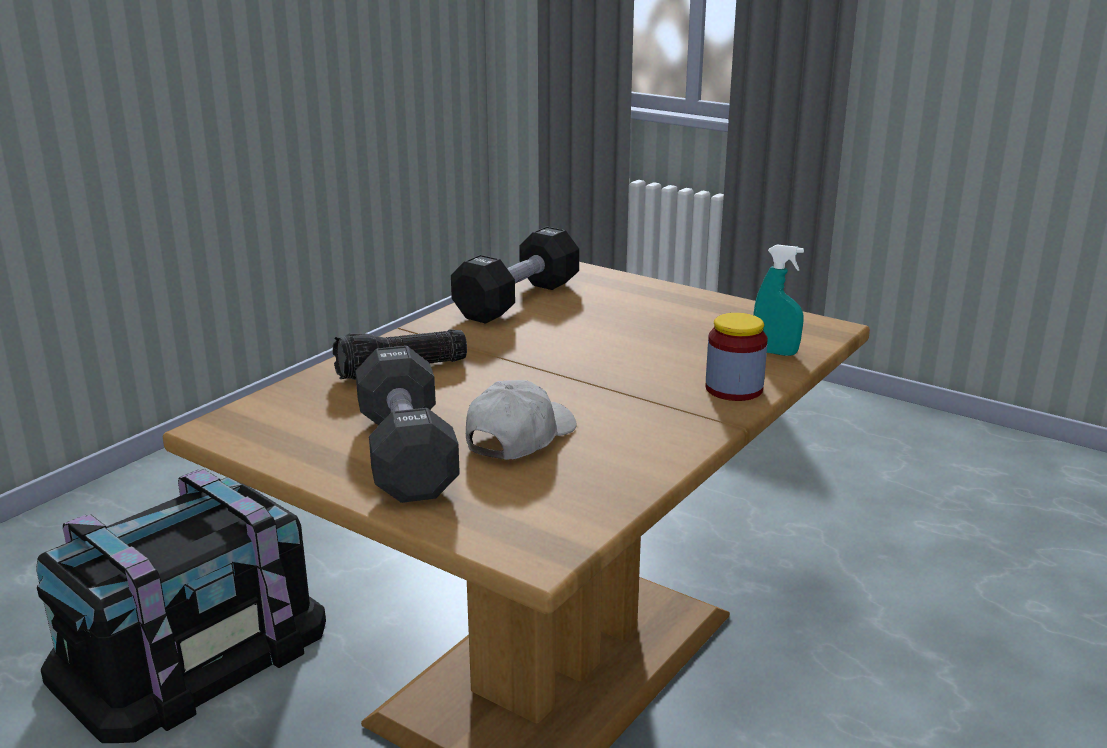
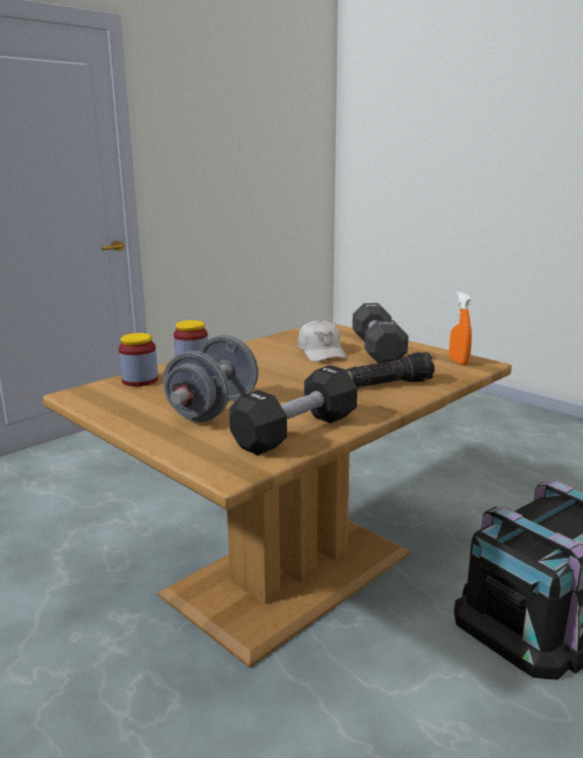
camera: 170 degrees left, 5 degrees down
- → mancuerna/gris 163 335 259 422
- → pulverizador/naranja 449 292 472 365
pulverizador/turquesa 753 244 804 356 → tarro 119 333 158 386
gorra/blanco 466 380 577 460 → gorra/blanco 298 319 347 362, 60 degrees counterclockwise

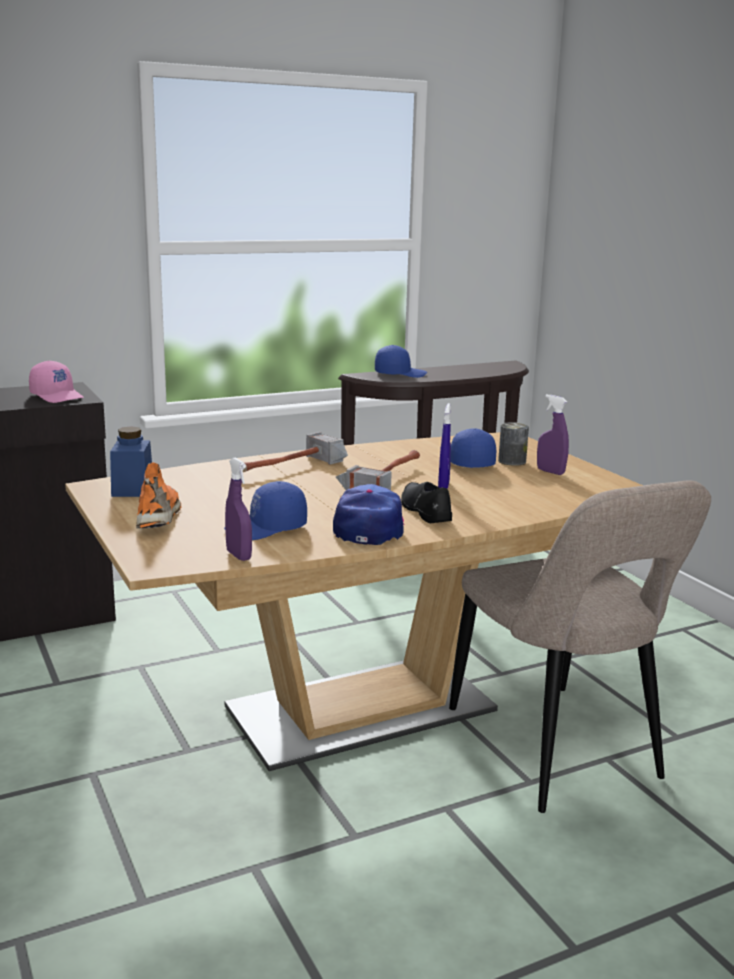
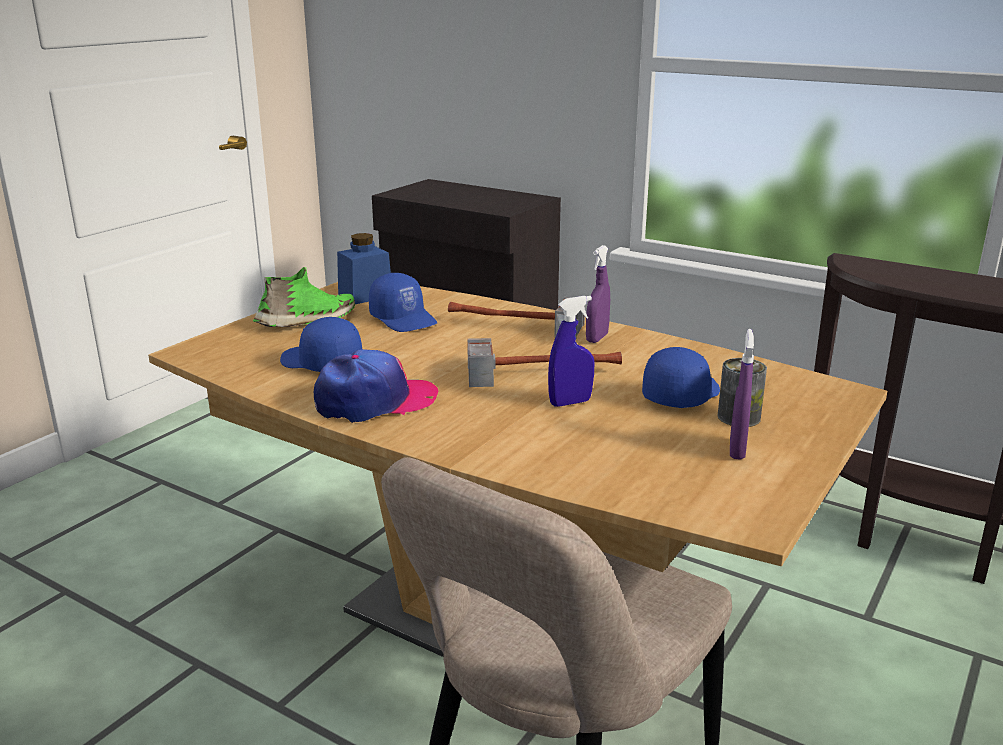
camera: 60 degrees right, 5 degrees up
gorra/rosa 29 360 84 403 → -
zapato/negro 401 482 452 523 → -
pulverizador/morado 225 458 252 561 → pulverizador/morado 586 245 610 343, shifted
gorra/azul 375 345 427 378 → gorra/azul 369 273 437 332, shifted
zapato/naranja 136 462 181 528 → zapato/verde 253 267 355 327

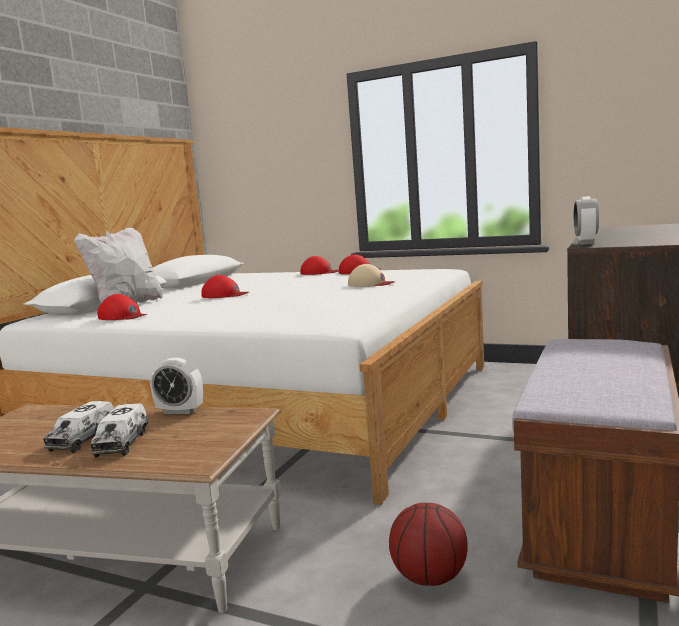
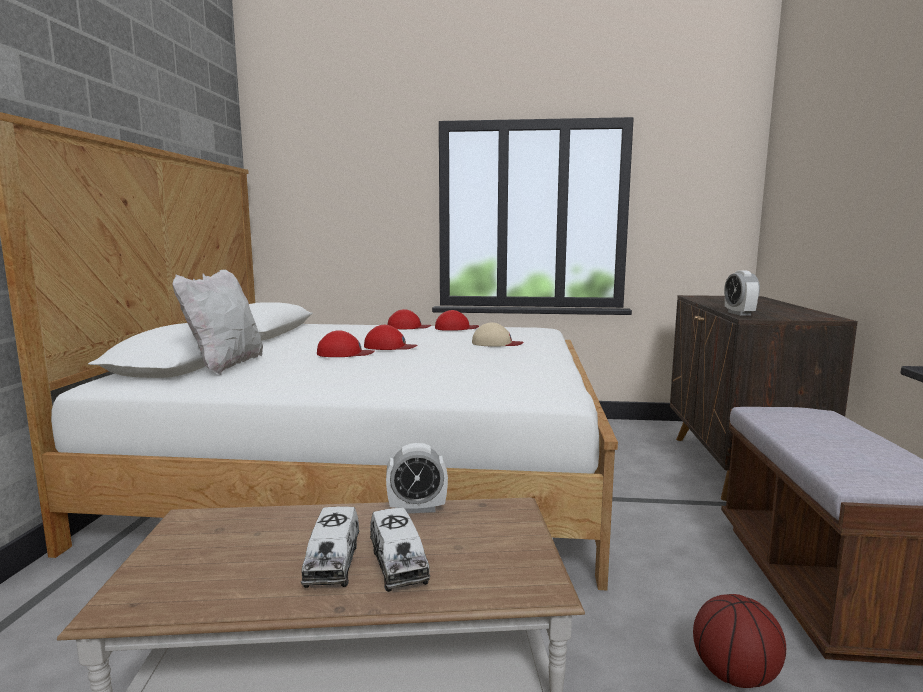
camera: 20 degrees left, 0 degrees up
gorra/rojo 97 294 147 320 → gorra/rojo 364 325 418 350, shifted

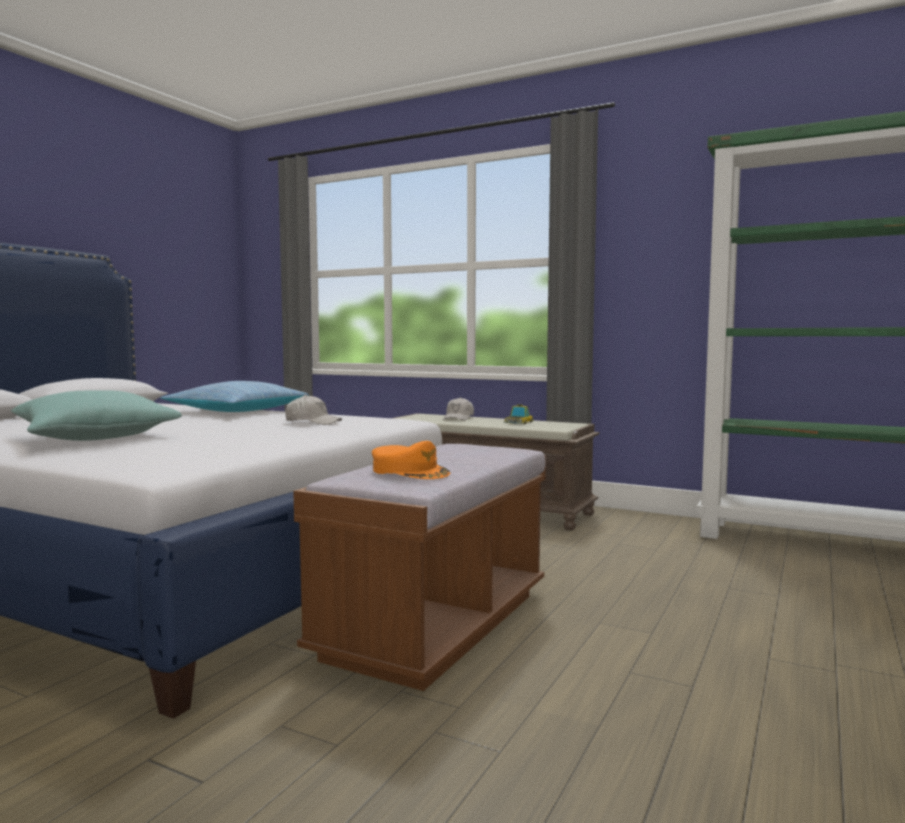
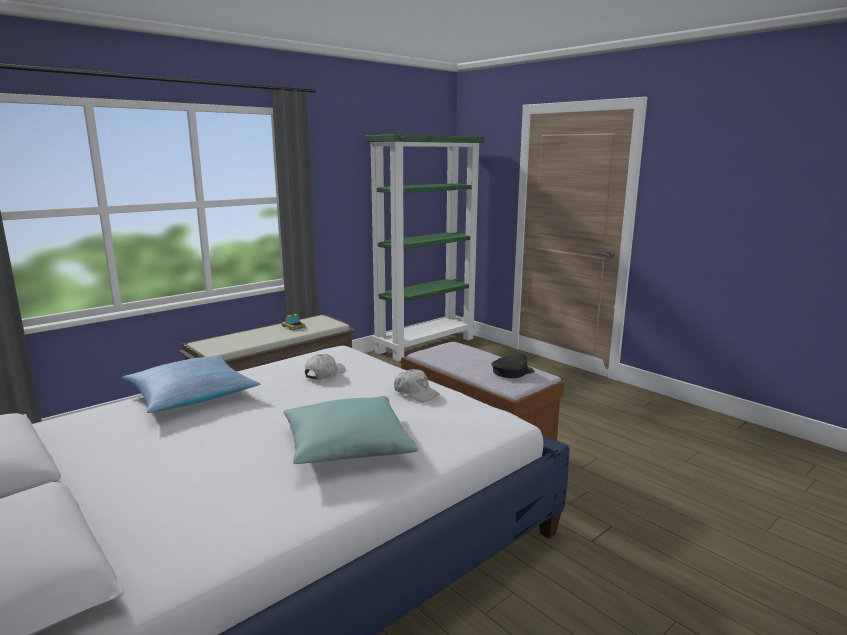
camera: 70 degrees left, 10 degrees up
gorra/blanco 443 397 474 420 → gorra/blanco 394 369 440 402, shifted
gorra/naranja 372 441 450 479 → gorra/negro 491 353 535 378

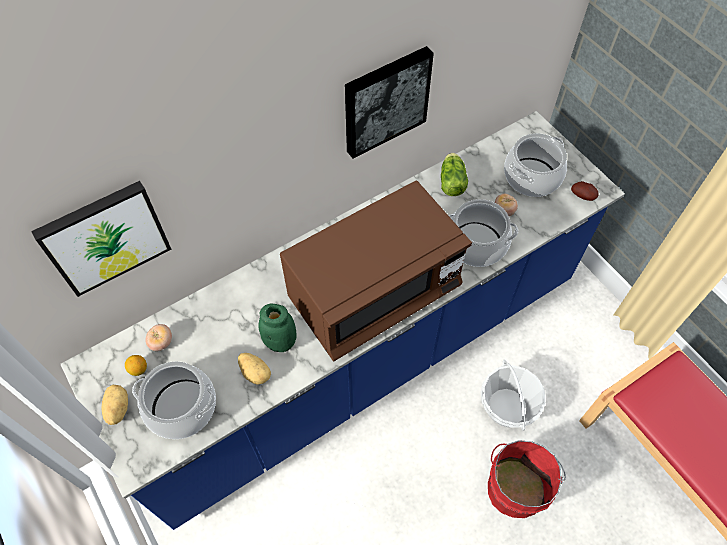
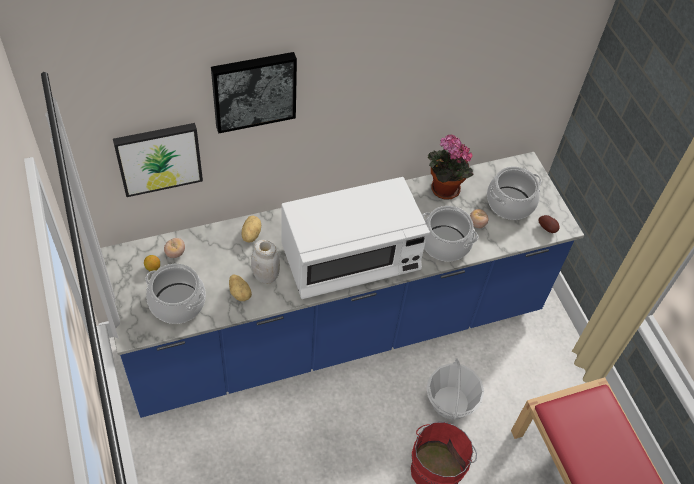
camera: 10 degrees right, 5 degrees down
patata 101 385 128 425 → patata 242 215 261 243, shifted
cuadro 345 46 434 159 → cuadro 211 52 297 134, shifted
lechuga 441 153 468 196 → planta en maceta 427 135 474 199
tarro/verde 258 304 297 352 → tarro/blanco 251 240 280 284
microondas/marrón 280 180 472 362 → microondas/blanco 281 177 430 299

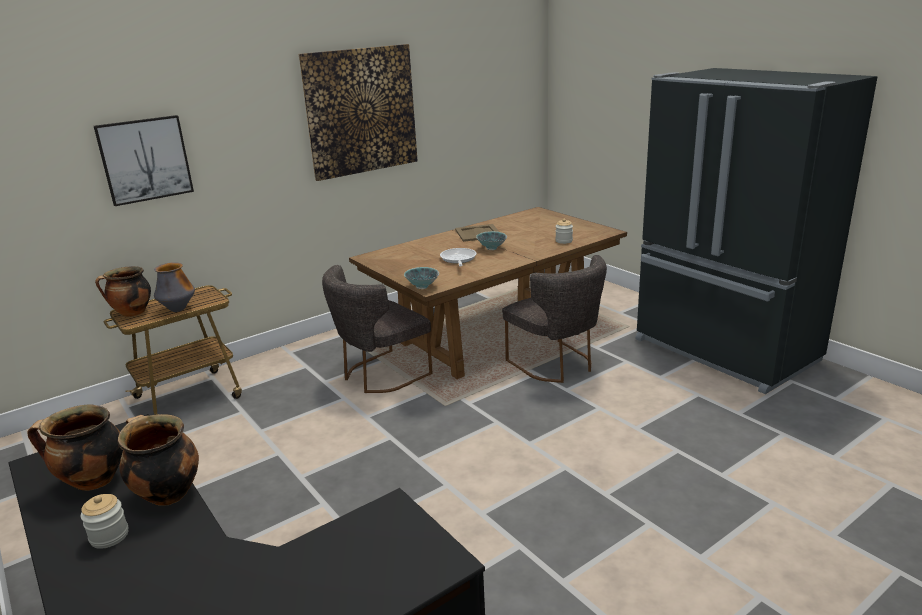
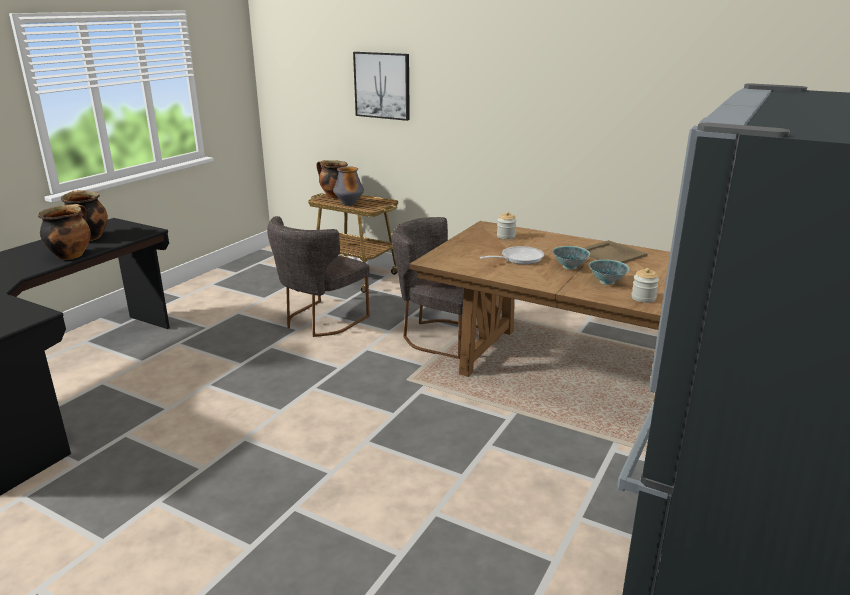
camera: 65 degrees right, 0 degrees up
cuadro 299 44 418 181 → -
tarro 81 494 128 549 → tarro 497 212 517 239, shifted
cuenco 404 267 439 289 → cuenco 589 260 629 285, shifted
silla/gris 502 255 607 383 → silla/gris 267 216 370 337, shifted

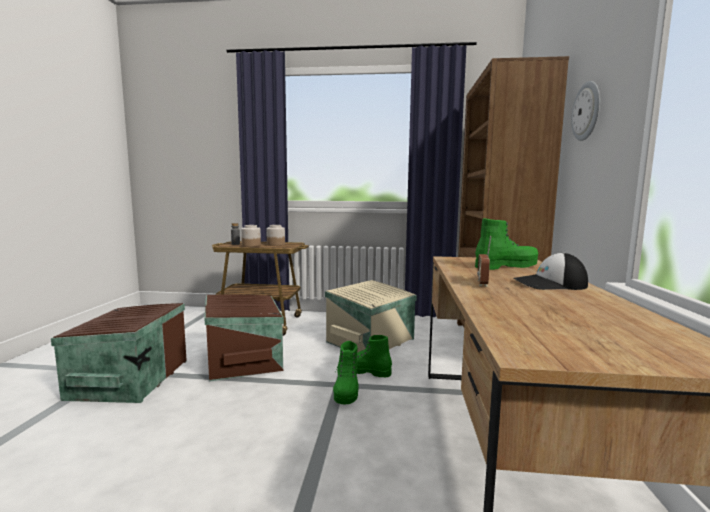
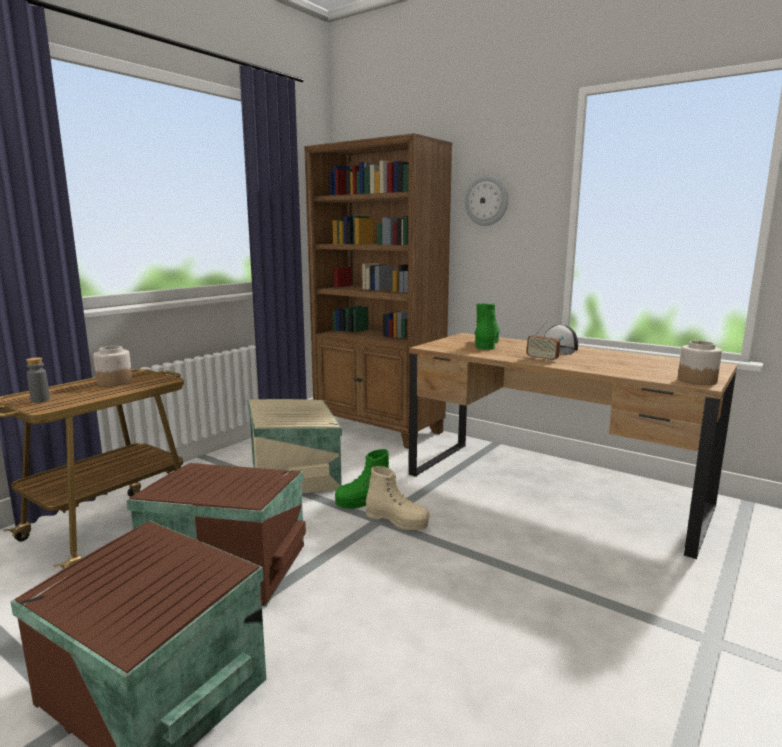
camera: 60 degrees left, 5 degrees up
tarro 241 225 261 247 → tarro 678 341 722 385, shifted
bota/verde 333 341 359 404 → bota/beis 366 466 430 530

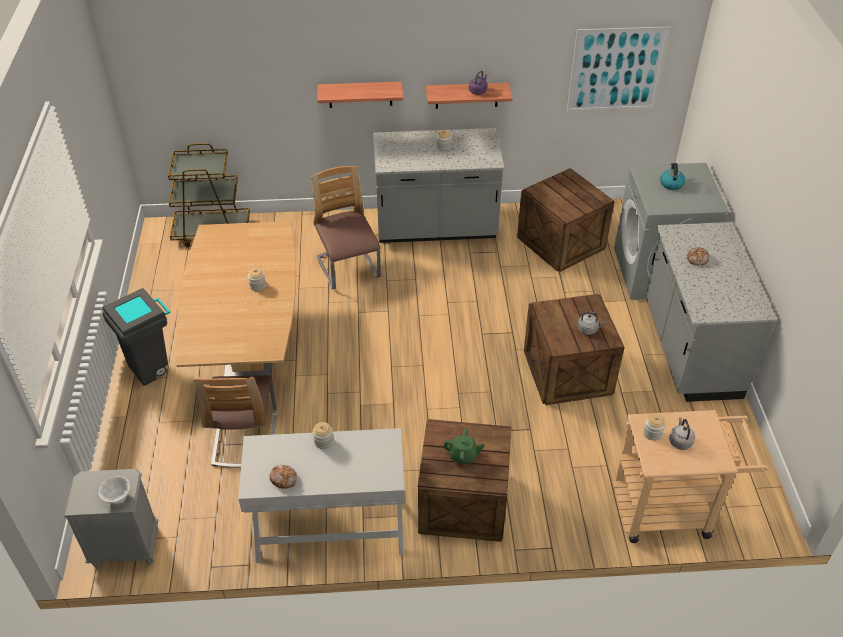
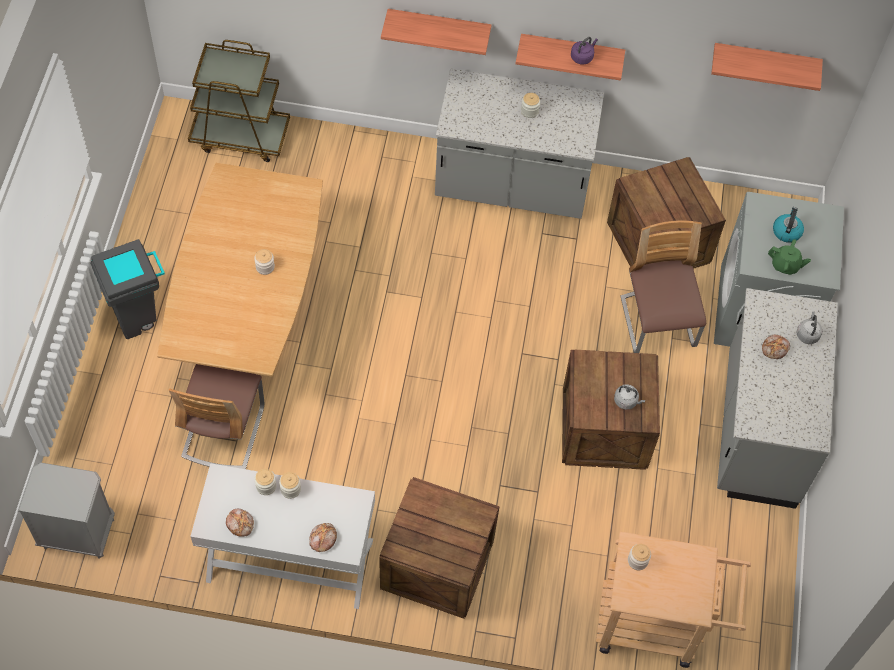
camera: 10 degrees right, 15 degrees up
cuenco/blanco 98 476 130 504 → -
- → tarro 255 469 277 495
- → pan 309 523 337 552
silla 311 166 381 290 → silla 620 221 706 353, shifted
tetera/verde 443 429 485 464 → tetera/verde 768 239 811 275, shifted
hervidor/gris 669 417 695 450 → hervidor/gris 796 311 822 344, shifted
cuadro 567 26 671 112 → estante 711 43 823 91

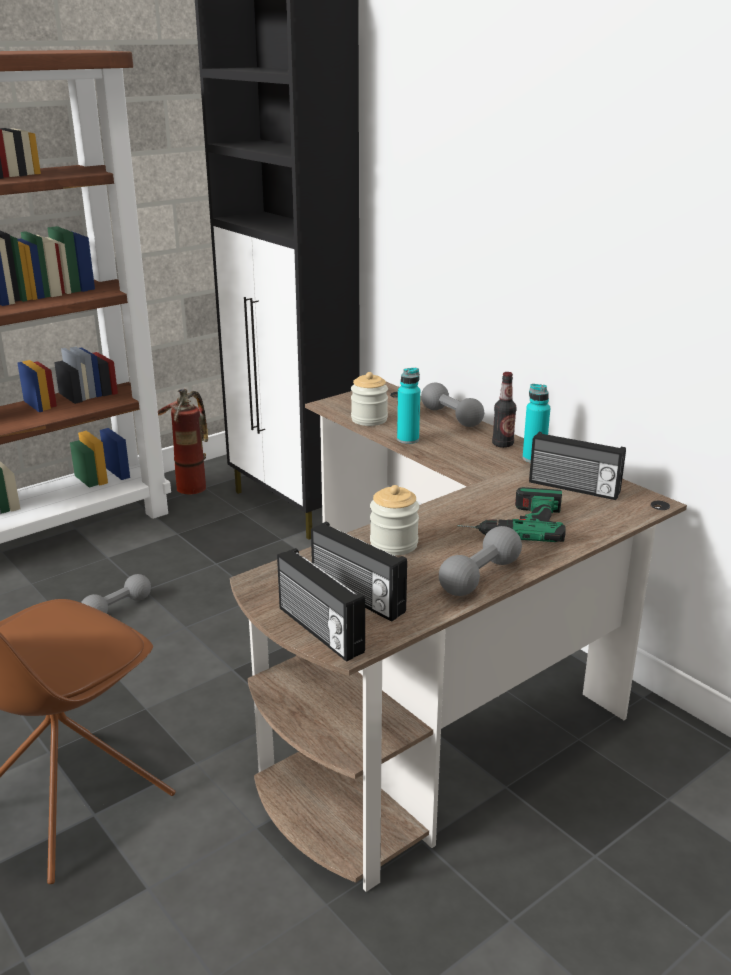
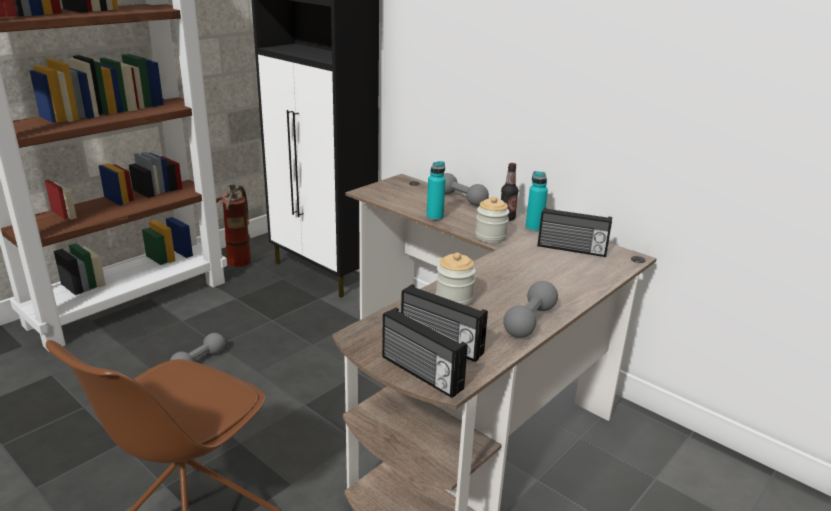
camera: 10 degrees left, 0 degrees up
taladro 457 487 566 542 → -
tarro 351 372 388 426 → tarro 475 196 509 243, shifted

